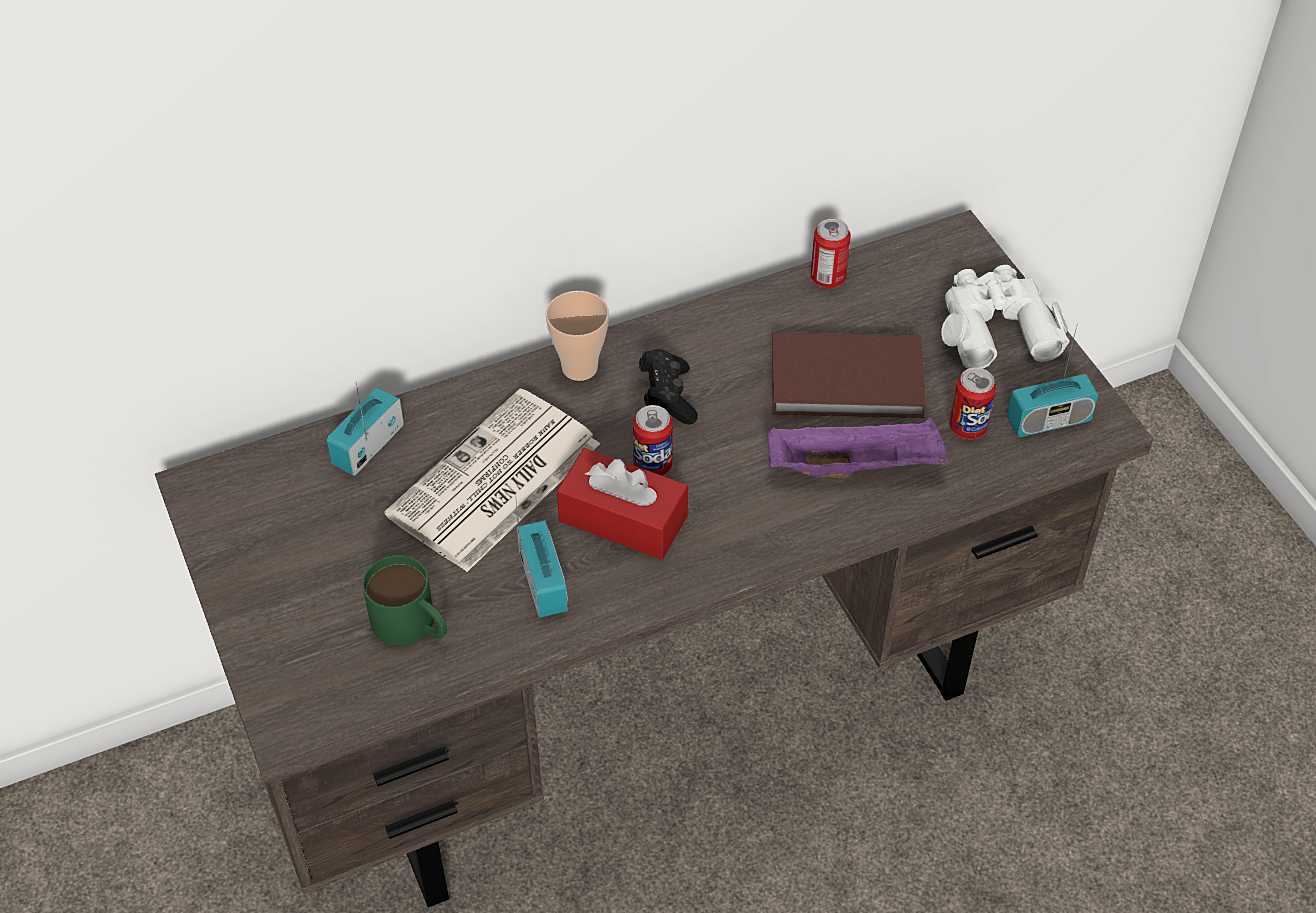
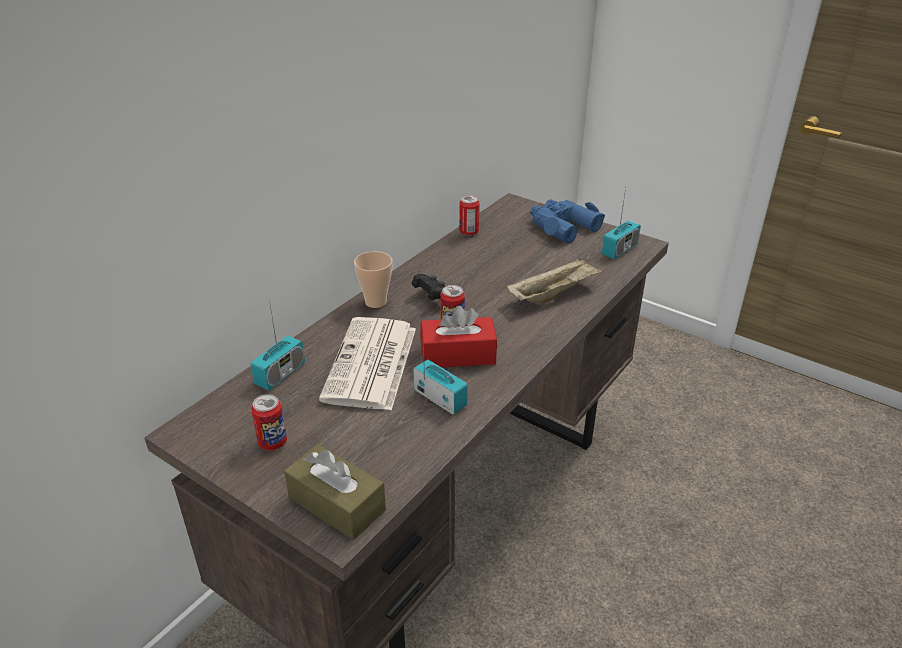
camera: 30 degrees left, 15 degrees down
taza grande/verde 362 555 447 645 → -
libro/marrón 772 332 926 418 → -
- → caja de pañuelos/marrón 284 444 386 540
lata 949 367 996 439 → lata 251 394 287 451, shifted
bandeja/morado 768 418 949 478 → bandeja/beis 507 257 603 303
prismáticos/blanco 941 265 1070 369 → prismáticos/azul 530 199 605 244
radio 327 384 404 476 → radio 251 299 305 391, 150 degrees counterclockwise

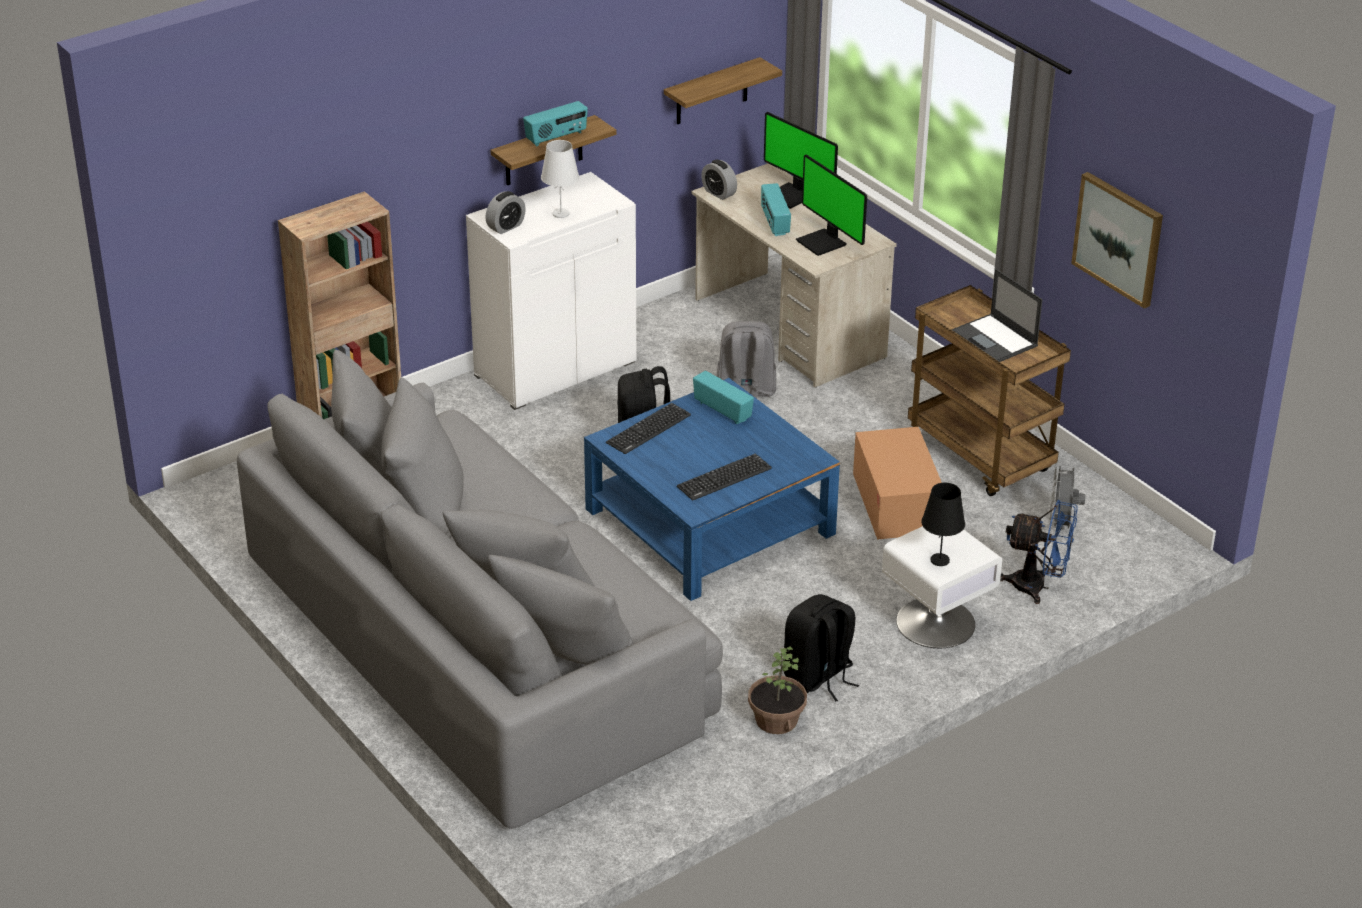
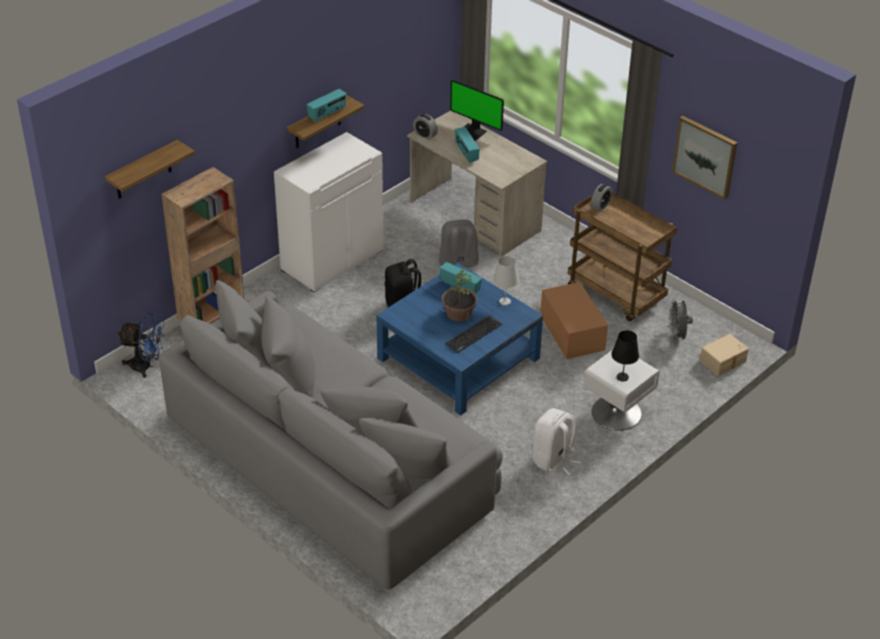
camera: 10 degrees left, 5 degrees up
teclado 606 403 691 454 → -
monitor 796 154 867 256 → -
portátil 952 269 1042 362 → -
- → caja de almacenaje/beis 700 334 748 376
despertador 485 191 526 234 → despertador 591 184 612 212, shifted
lámpara de mesa/blanco 541 140 579 218 → lámpara de mesa/blanco 493 256 519 306, shifted
estante 664 57 782 124 → estante 104 140 195 199, shifted
planta en maceta 748 646 807 734 → planta en maceta 442 269 477 322, shifted
ventilador/azul 1000 500 1078 604 → ventilador/azul 118 313 165 378, shifted
mochila/negro 783 594 859 702 → mochila/blanco 532 408 581 475

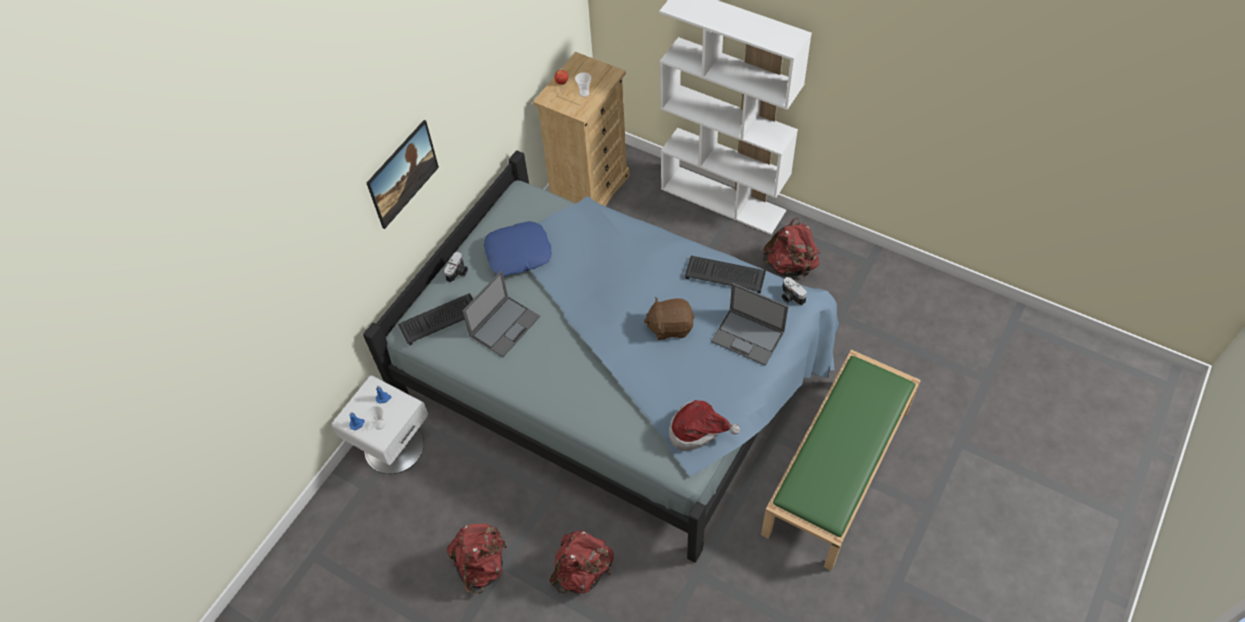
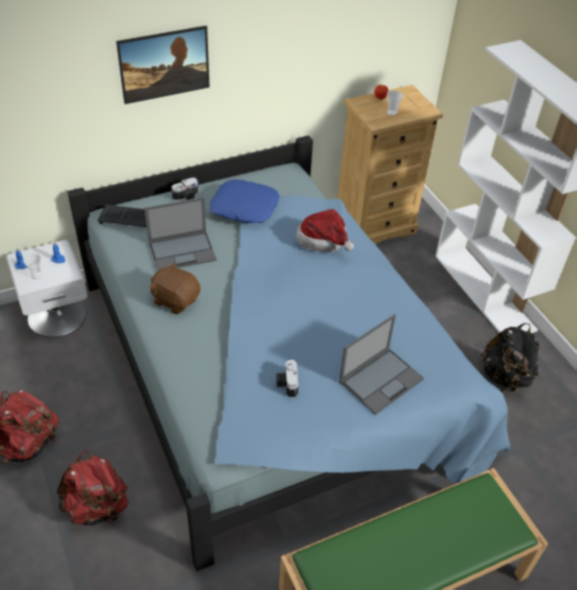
camera: 30 degrees right, 10 degrees down
teclado 685 256 766 294 → -
peluche/marrón 644 297 694 340 → peluche/marrón 150 262 200 314, shifted
sombrero 669 400 740 451 → sombrero 296 209 354 252, shifted
cámara 782 277 807 305 → cámara 276 360 298 398, shifted
mochila/rojo 763 218 820 278 → mochila/negro 480 323 539 392
portátil 711 283 789 366 → portátil 339 314 424 415, 105 degrees counterclockwise

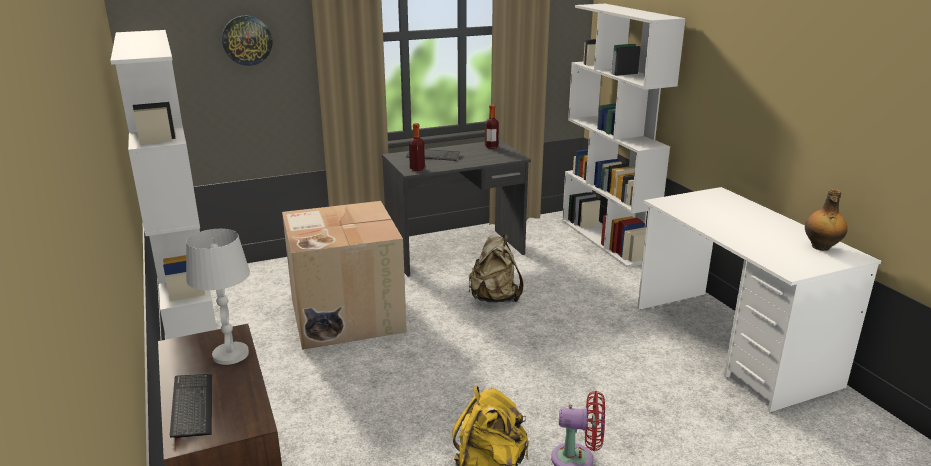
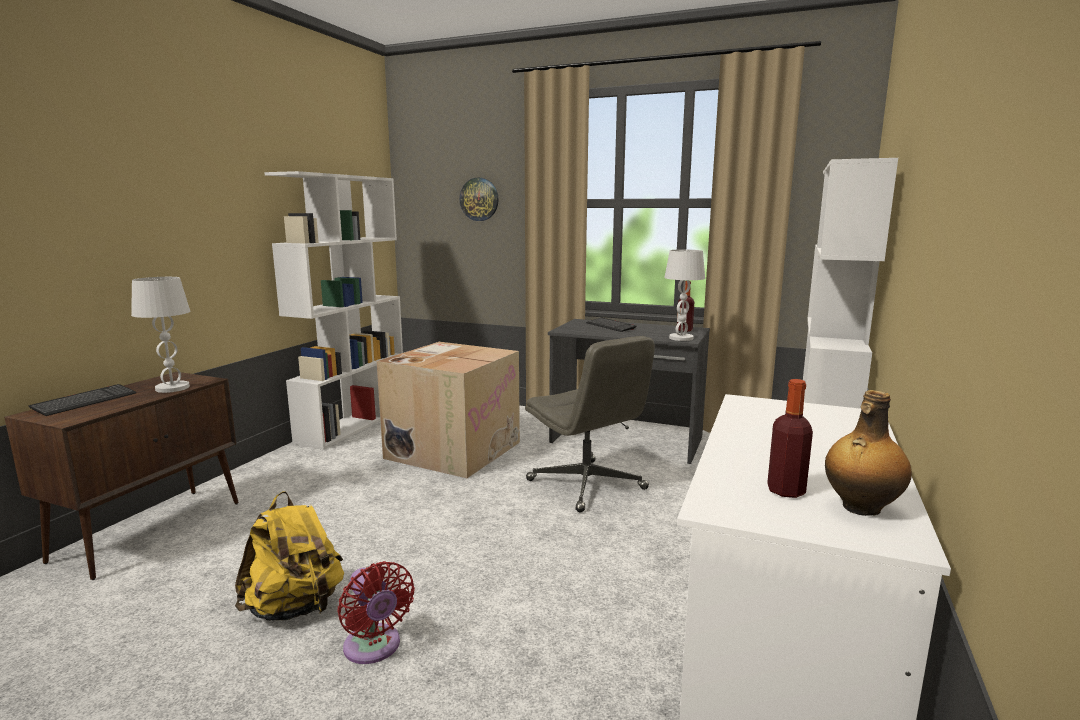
camera: 45 degrees right, 10 degrees down
- → lámpara de mesa/blanco 664 250 705 341
botella 409 123 425 171 → botella 767 379 813 498, shifted
mochila/beis 469 234 524 303 → silla de oficina/gris 525 336 655 512

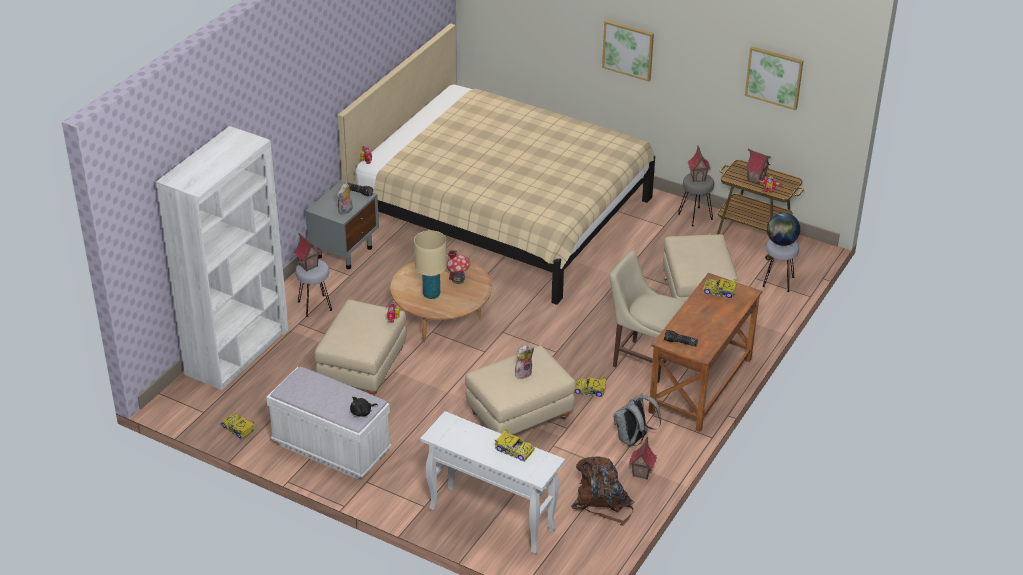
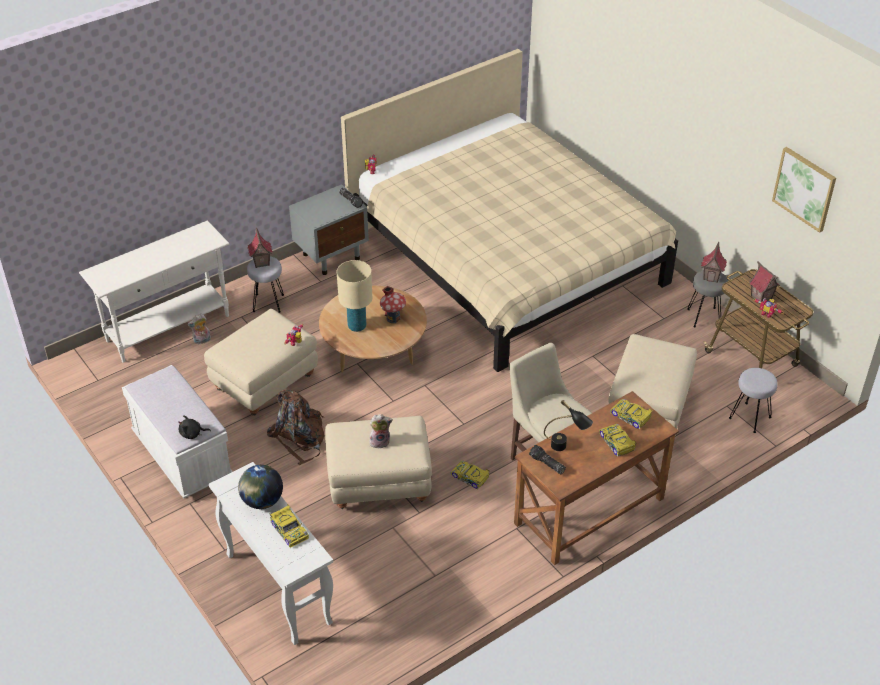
camera: 25 degrees right, 5 degrees up
cuadro 602 20 654 82 → -
mochila/gris 614 393 661 446 → -
casita 629 436 657 480 → -
- → lámpara de mesa/negro 544 400 593 451
coche de juguete 220 413 255 439 → coche de juguete 599 424 636 457, shifted
peluche 337 183 353 215 → peluche 188 314 211 344, shifted
mochila/marrón 571 456 634 526 → mochila/marrón 267 390 324 465, shifted
globo terráqueo 767 213 800 246 → globo terráqueo 238 465 283 509, shifted
estantería/blanco 156 126 289 390 → mesa consola/blanco 79 220 229 363

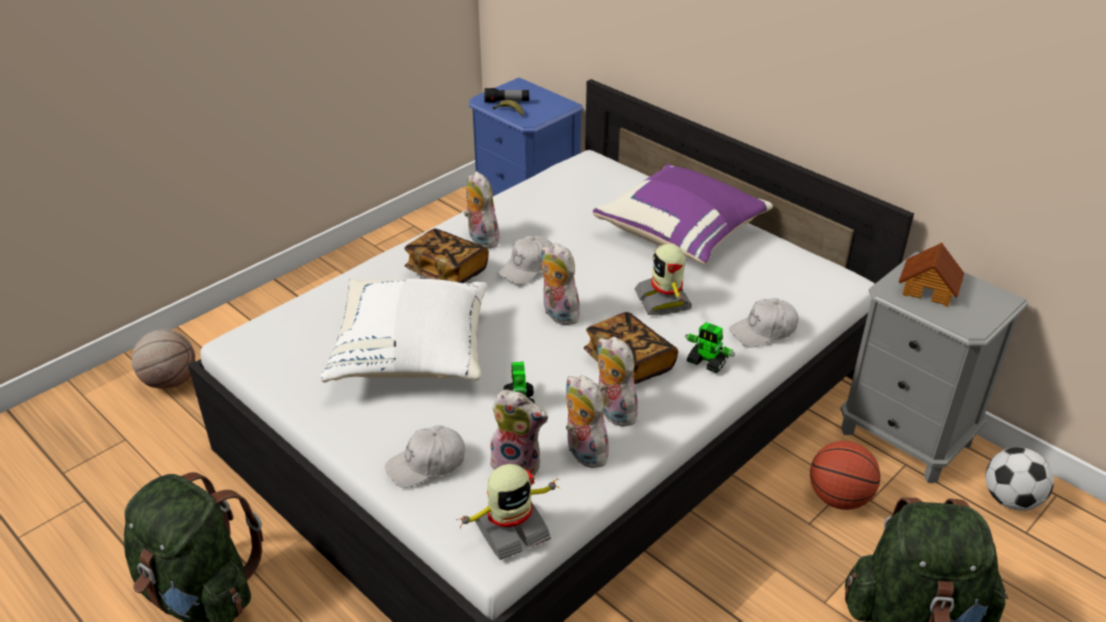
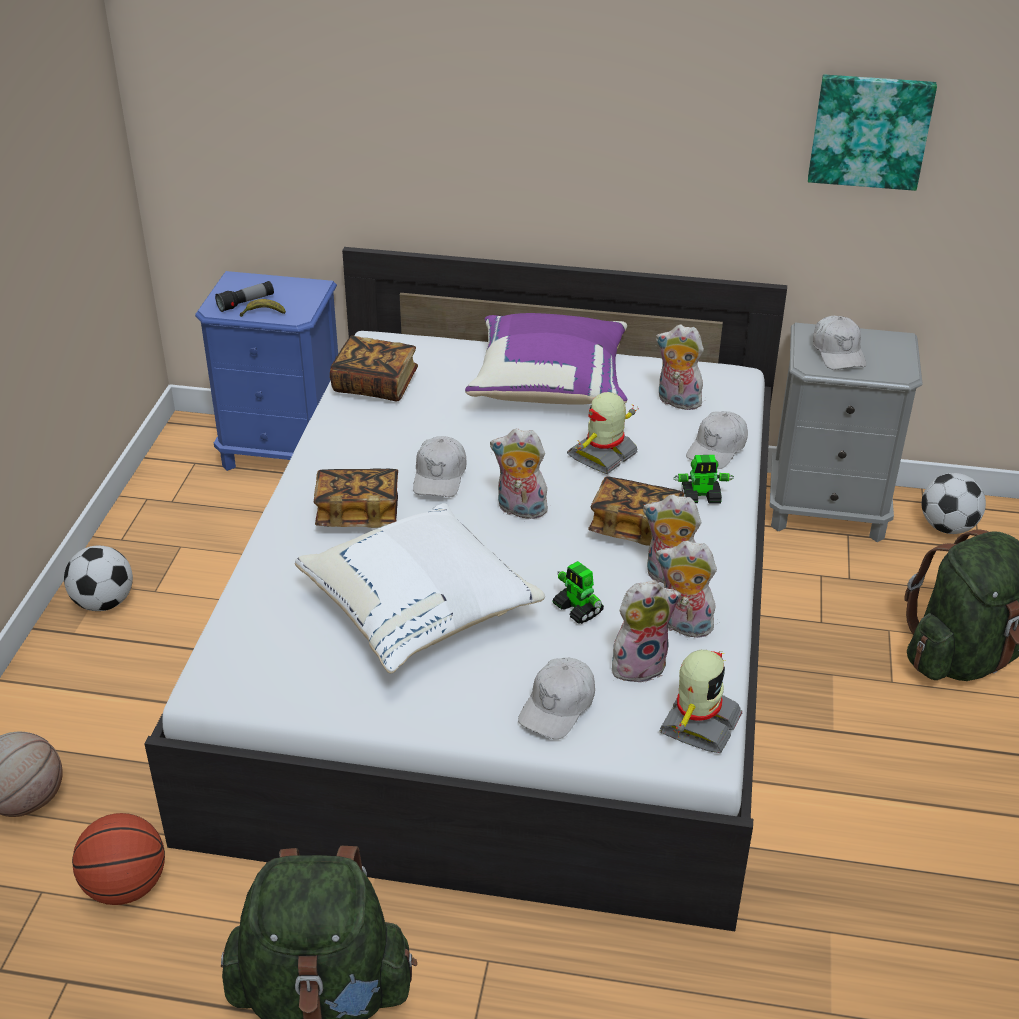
camera: 35 degrees left, 0 degrees up
- → balón de fútbol 64 546 133 611
- → libro 330 336 418 402
- → cuadro 808 75 937 191
peluche 464 171 499 249 → peluche 656 325 704 410, shifted
balón de baloncesto 810 441 880 510 → balón de baloncesto 72 813 165 905, shifted
casita 898 243 964 307 → gorra/blanco 813 316 866 370
robot de juguete 635 244 692 315 → robot de juguete 567 392 639 474, 90 degrees clockwise

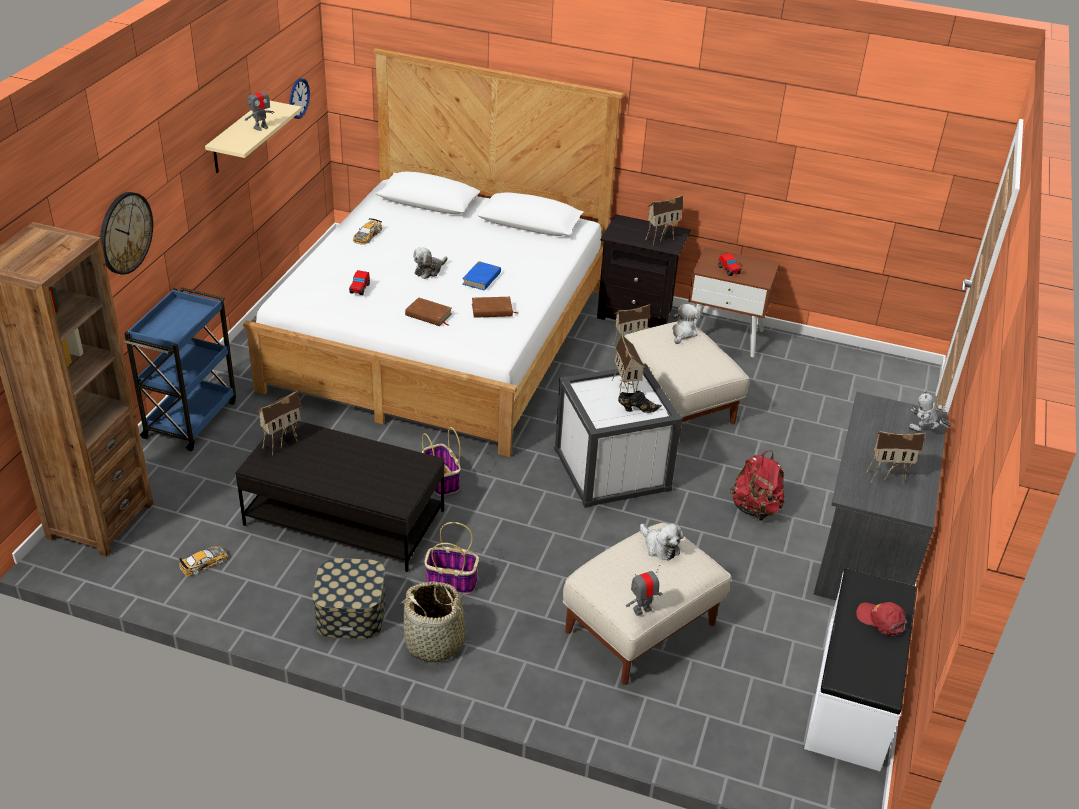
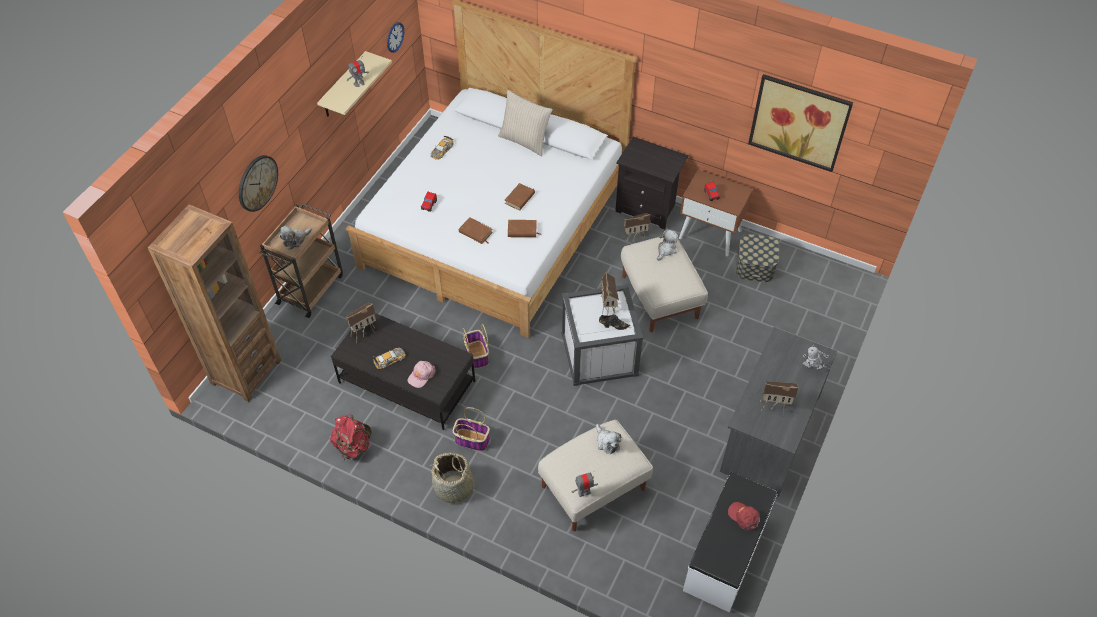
camera: 10 degrees right, 15 degrees up
casita 645 195 684 244 → -
- → gorra/rosa 407 361 436 388
- → cojín/beis 498 90 553 157
- → cuadro 748 74 853 172
coche de juguete 178 546 228 576 → coche de juguete 373 348 406 369, shifted
caja de almacenaje 312 558 386 639 → caja de almacenaje 736 234 779 282, shifted
peluche 413 247 447 279 → peluche 280 226 312 250, shifted
mochila/rojo 730 451 784 521 → mochila/rojo 330 414 372 460, shifted
carrito/azul 123 287 236 451 → carrito/marrón 259 203 343 318
libro/azul 462 261 501 290 → libro/marrón 505 183 535 211

